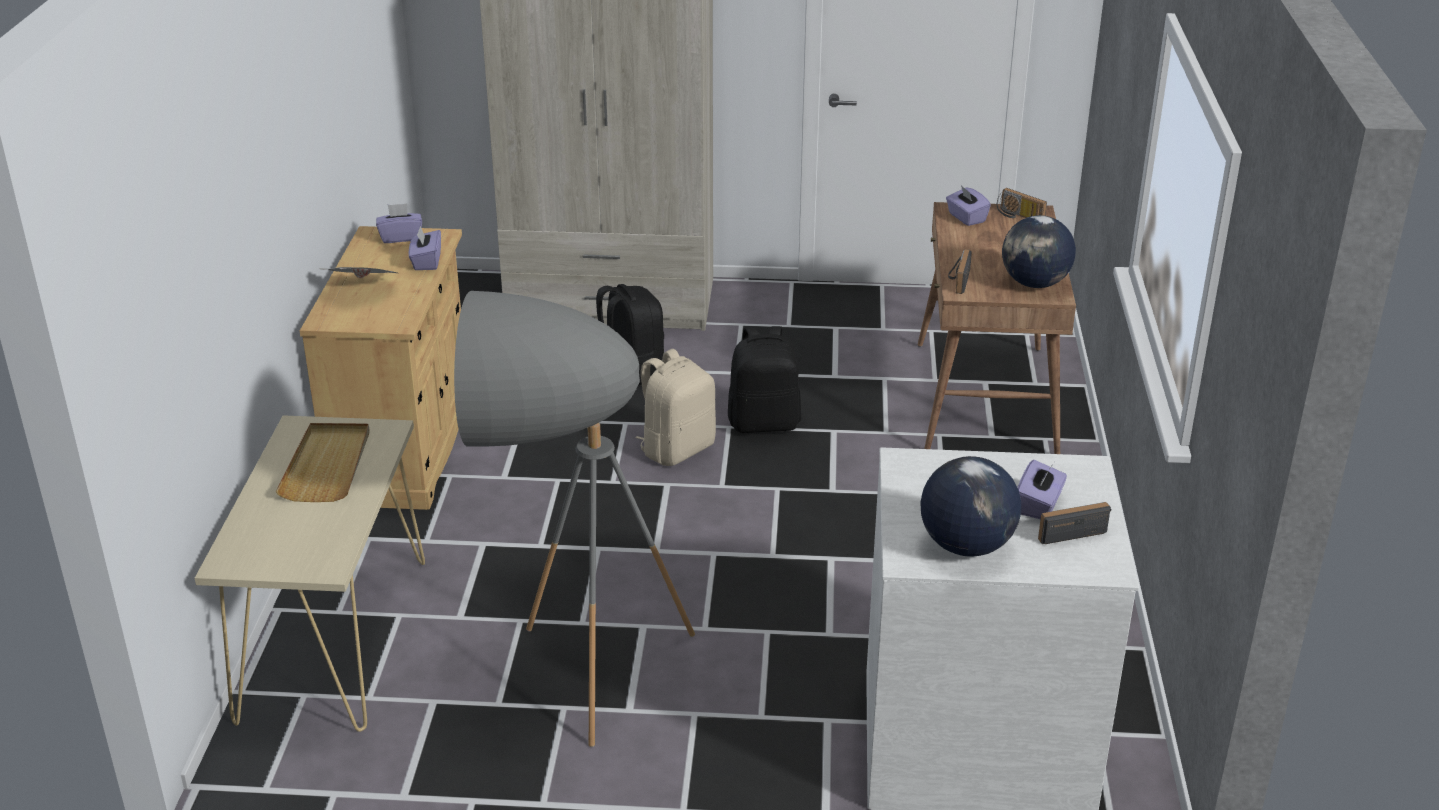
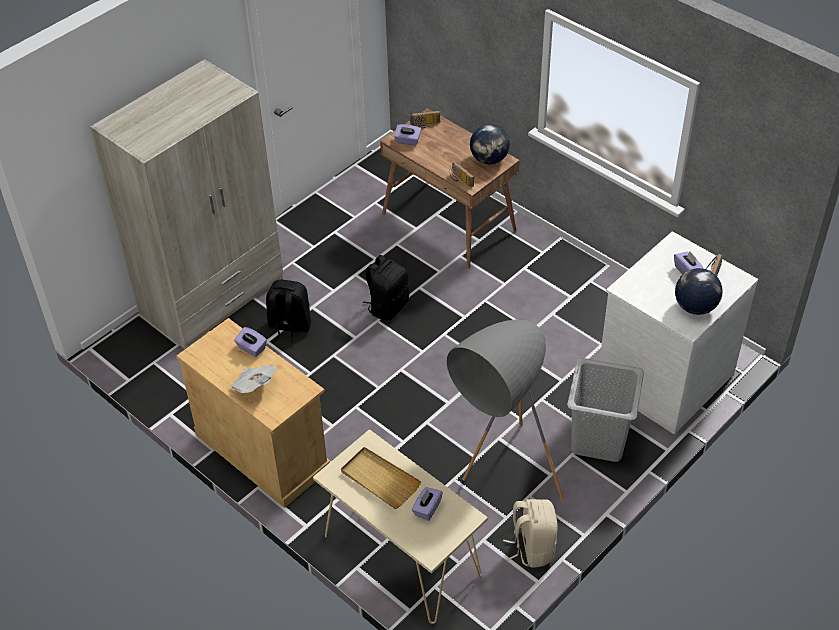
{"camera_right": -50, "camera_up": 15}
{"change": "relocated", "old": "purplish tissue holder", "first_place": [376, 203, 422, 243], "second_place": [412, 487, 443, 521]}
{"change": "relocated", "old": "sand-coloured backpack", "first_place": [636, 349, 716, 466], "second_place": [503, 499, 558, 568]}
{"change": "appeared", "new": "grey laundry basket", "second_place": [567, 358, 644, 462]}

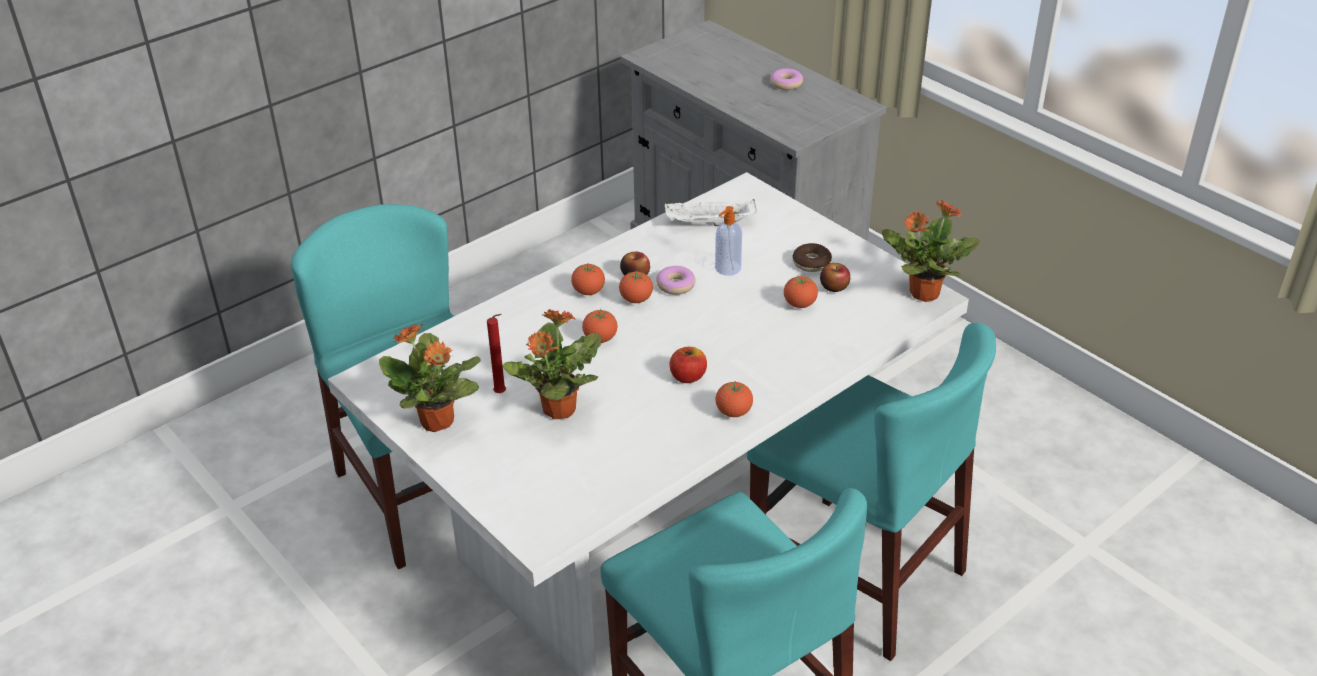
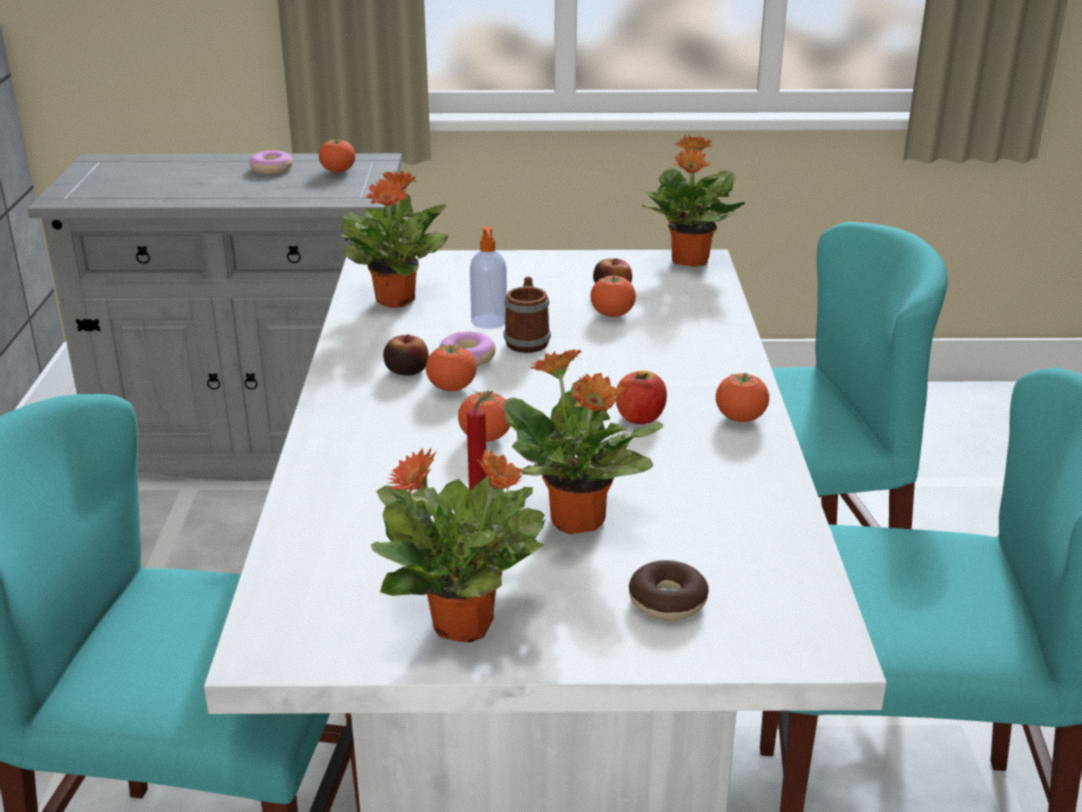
{"camera_right": -50, "camera_up": -10}
{"change": "relocated", "old": "tomato", "first_place": [571, 263, 605, 295], "second_place": [319, 137, 355, 173]}
{"change": "exchanged", "old": "white serving tray", "new": "plant in a pot", "first_place": [665, 199, 757, 226], "second_place": [340, 170, 448, 308]}
{"change": "relocated", "old": "donut", "first_place": [793, 243, 832, 272], "second_place": [629, 560, 709, 621]}
{"change": "appeared", "new": "tea mug", "second_place": [504, 276, 551, 353]}

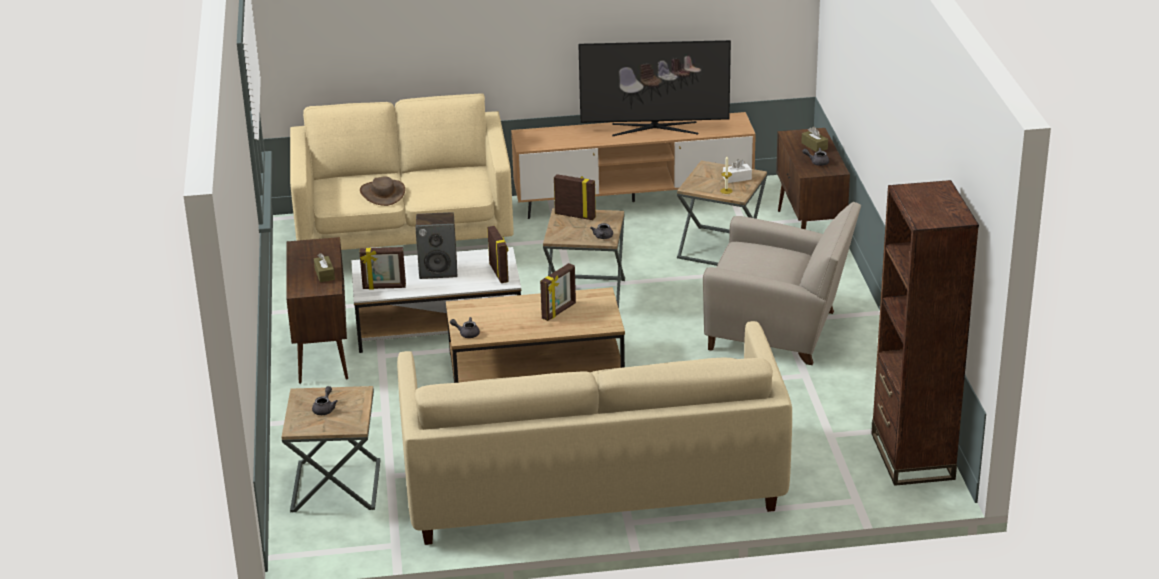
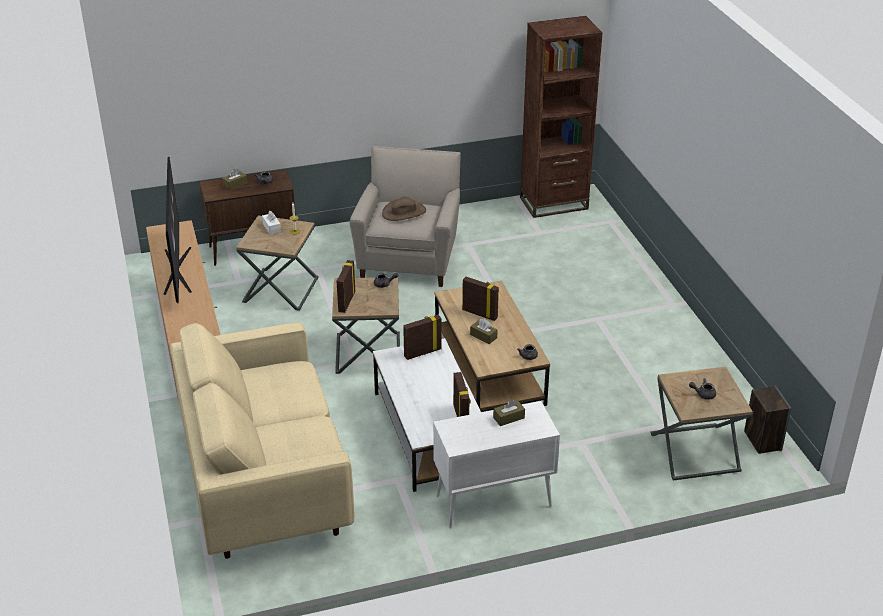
{"camera_right": -100, "camera_up": 5}
{"change": "colour", "old": "brown cupboard", "new": "white cupboard", "first_place": [286, 237, 348, 384], "second_place": [433, 401, 560, 528]}
{"change": "relocated", "old": "brown wearable hat", "first_place": [360, 176, 405, 206], "second_place": [382, 197, 426, 221]}
{"change": "missing", "old": "sand-coloured settee", "first_place": [397, 321, 792, 545]}
{"change": "relocated", "old": "speaker", "first_place": [415, 212, 457, 279], "second_place": [744, 385, 791, 454]}
{"change": "appeared", "new": "brown tissue holder", "second_place": [470, 319, 498, 344]}

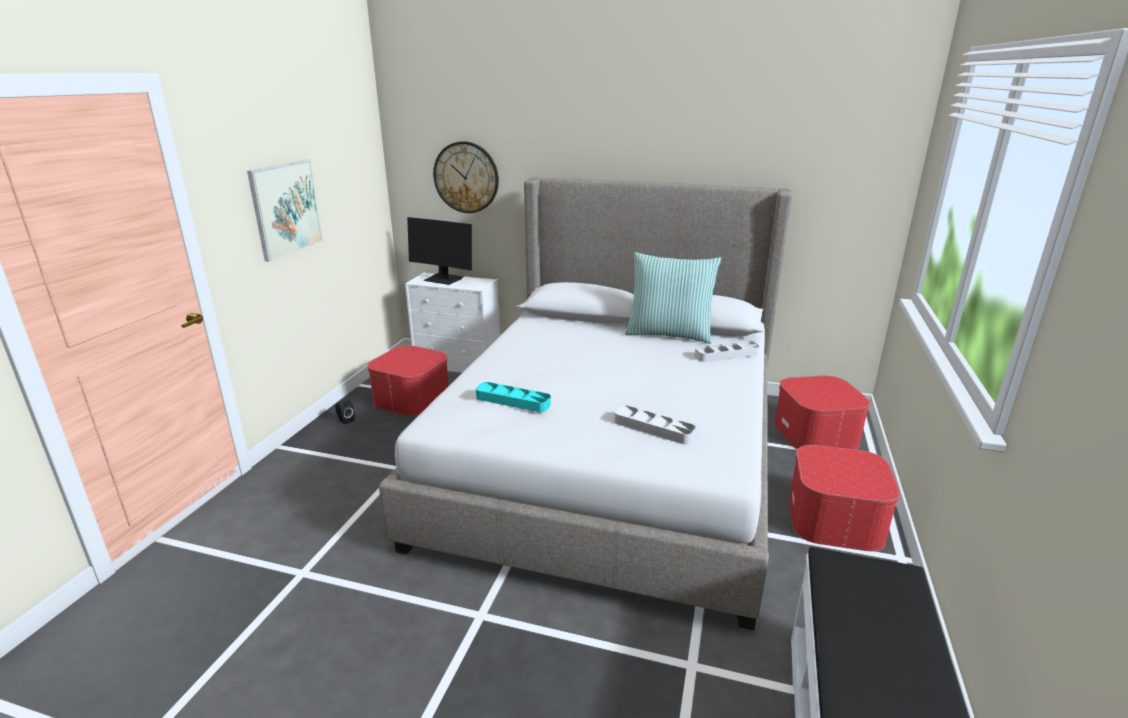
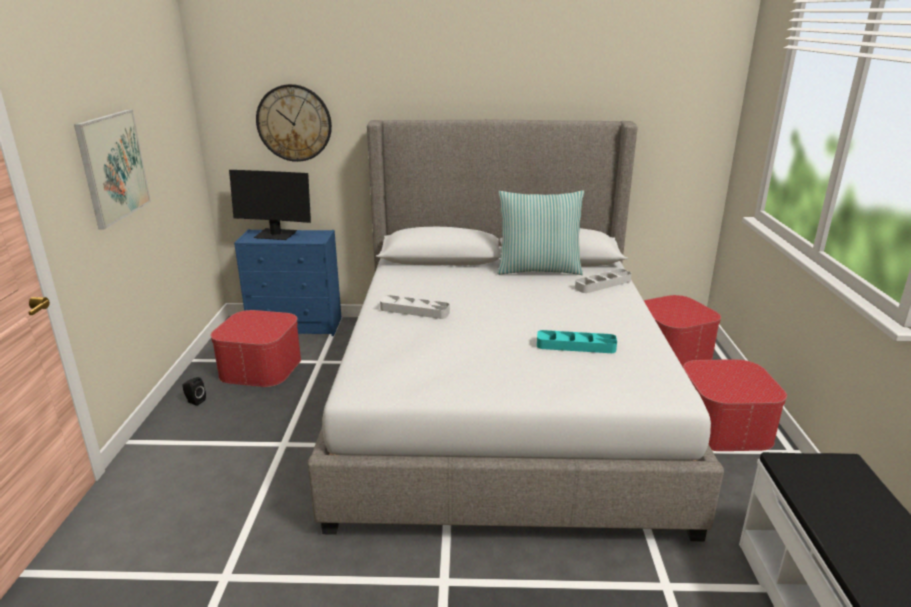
{"camera_right": -15, "camera_up": 0}
{"change": "colour", "old": "white drawer chest", "new": "bluish drawer chest", "first_place": [405, 272, 500, 373], "second_place": [234, 229, 342, 336]}
{"change": "relocated", "old": "turquoise-coloured serving tray", "first_place": [476, 382, 551, 412], "second_place": [537, 330, 617, 353]}
{"change": "relocated", "old": "grey serving tray", "first_place": [614, 405, 696, 444], "second_place": [380, 295, 450, 319]}

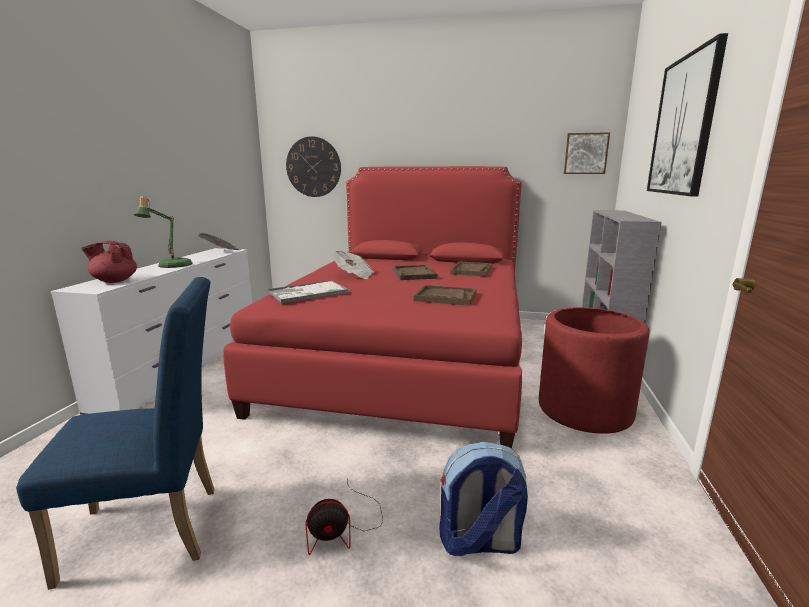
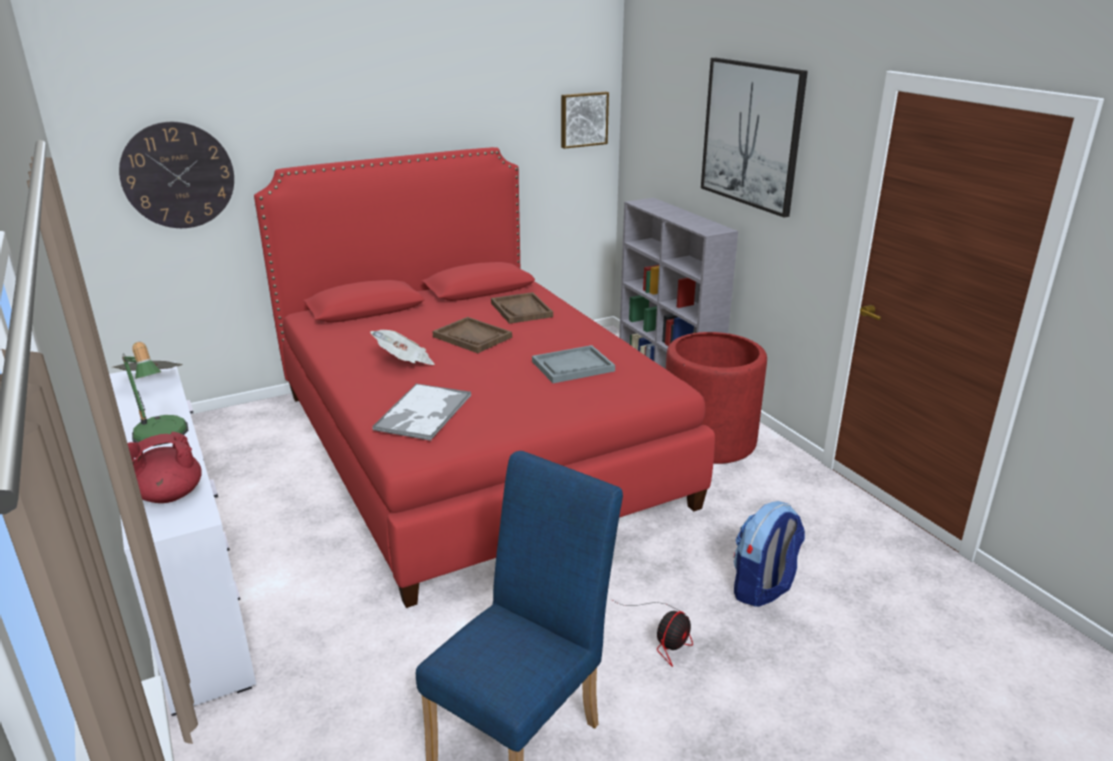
{"camera_right": -40, "camera_up": 10}
{"change": "colour", "old": "brown serving tray", "new": "grey serving tray", "first_place": [414, 285, 477, 306], "second_place": [532, 345, 615, 383]}

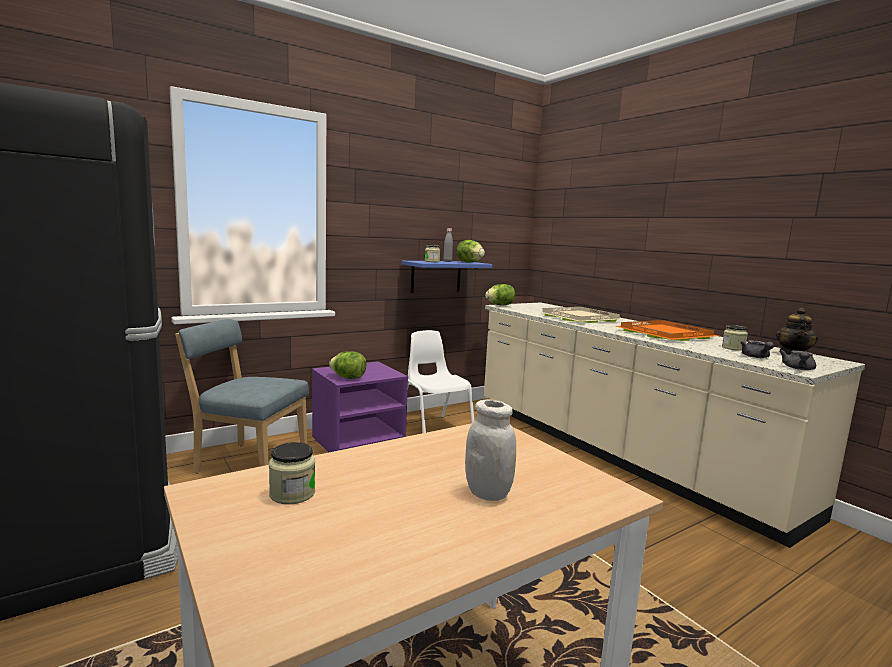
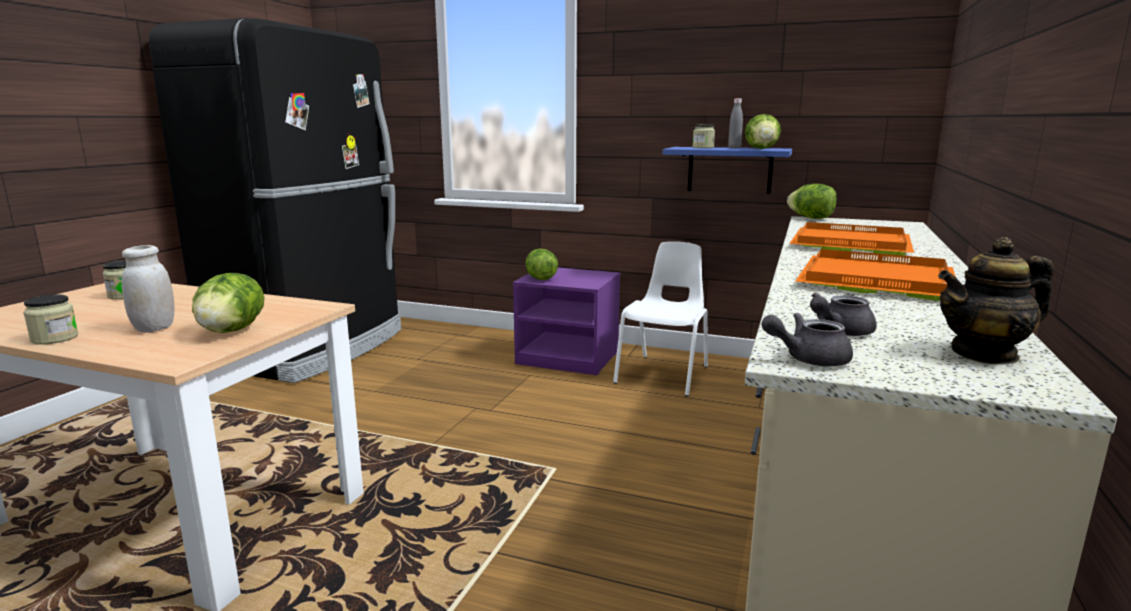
{"camera_right": 55, "camera_up": 5}
{"change": "missing", "old": "bluish plain chair", "first_place": [175, 319, 309, 473]}
{"change": "colour", "old": "sand-coloured serving tray", "new": "orange-coloured serving tray", "first_place": [541, 307, 623, 323], "second_place": [789, 222, 914, 256]}
{"change": "relocated", "old": "jar", "first_place": [722, 325, 748, 351], "second_place": [23, 294, 78, 345]}
{"change": "appeared", "new": "lettuce head", "second_place": [192, 273, 264, 333]}

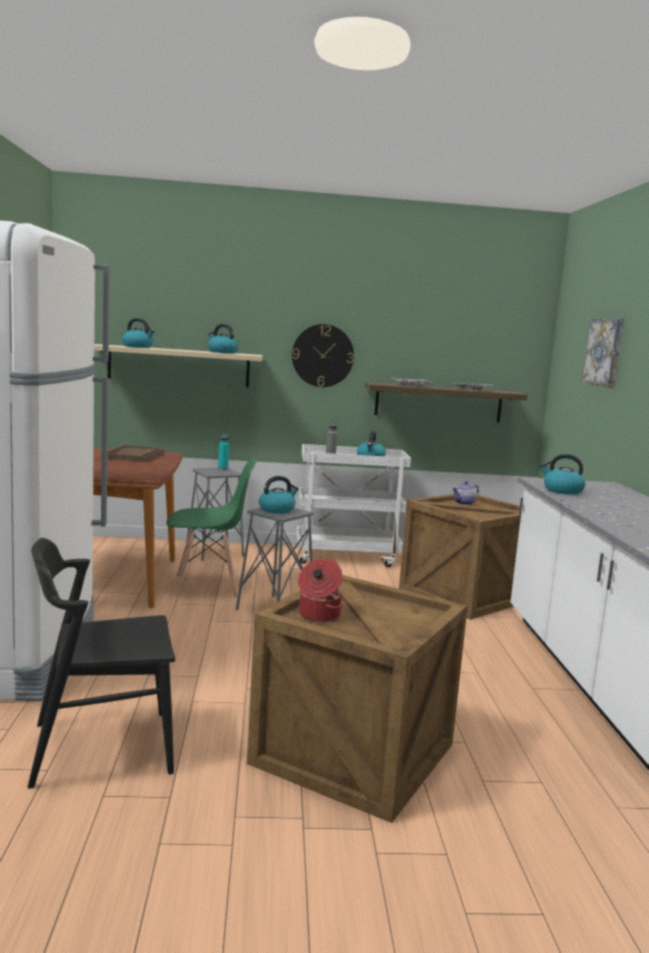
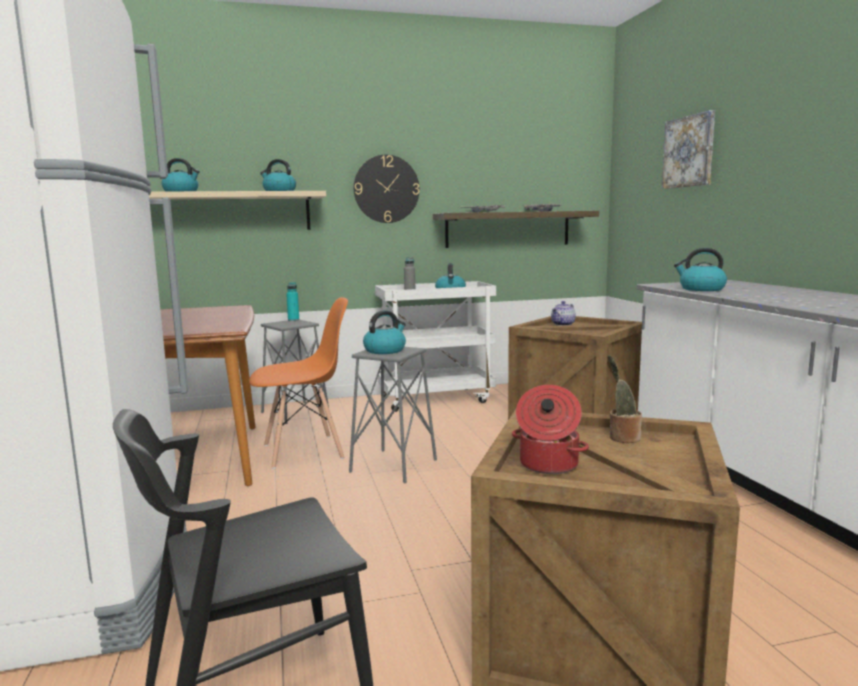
{"camera_right": -10, "camera_up": 0}
{"change": "missing", "old": "brown serving tray", "first_place": [107, 445, 164, 462]}
{"change": "colour", "old": "green-coloured plain chair", "new": "orange-coloured plain chair", "first_place": [166, 457, 257, 598], "second_place": [249, 297, 348, 469]}
{"change": "appeared", "new": "plant in a pot", "second_place": [608, 355, 642, 443]}

